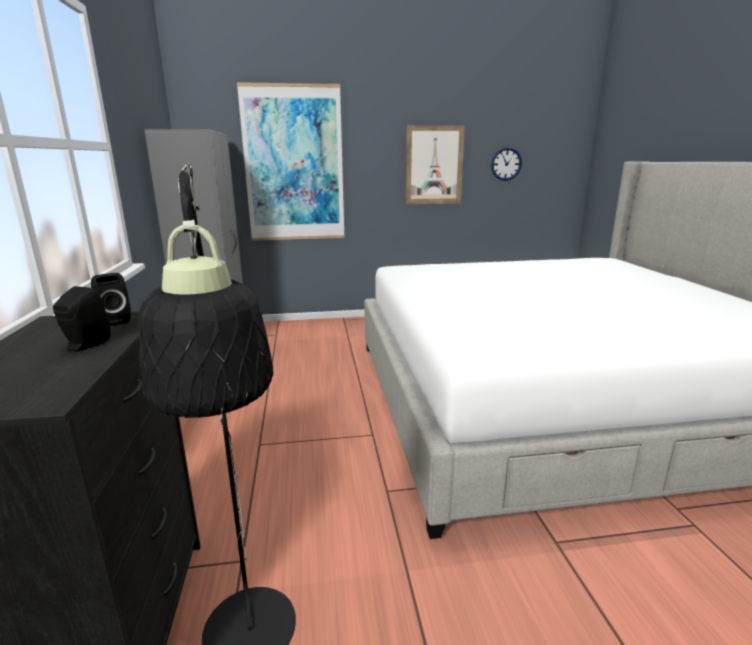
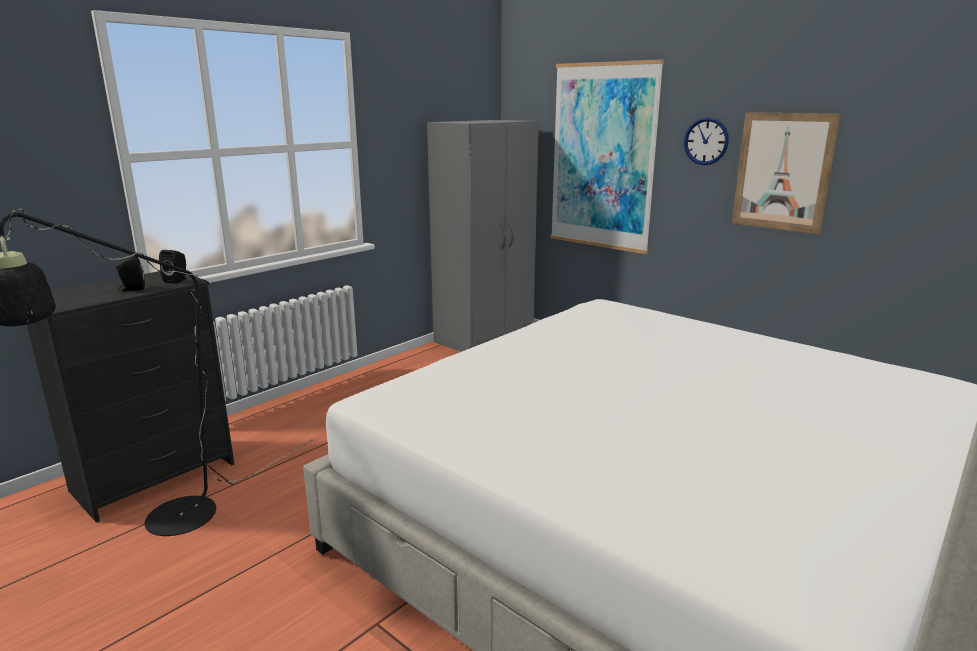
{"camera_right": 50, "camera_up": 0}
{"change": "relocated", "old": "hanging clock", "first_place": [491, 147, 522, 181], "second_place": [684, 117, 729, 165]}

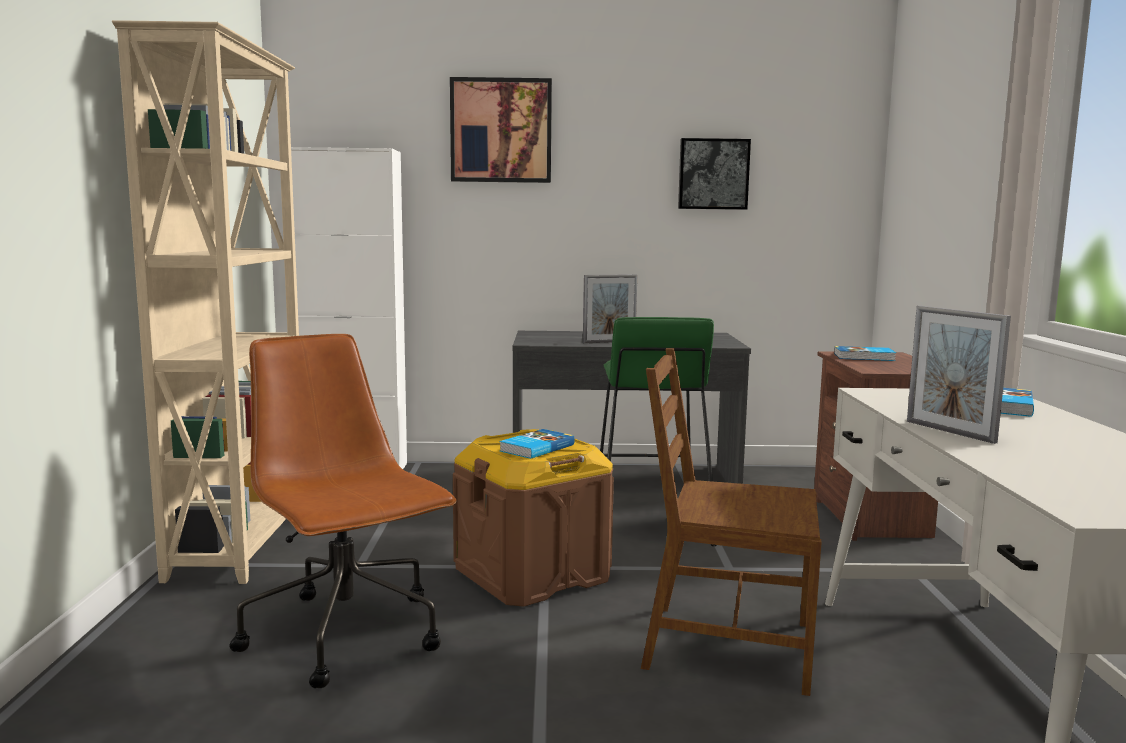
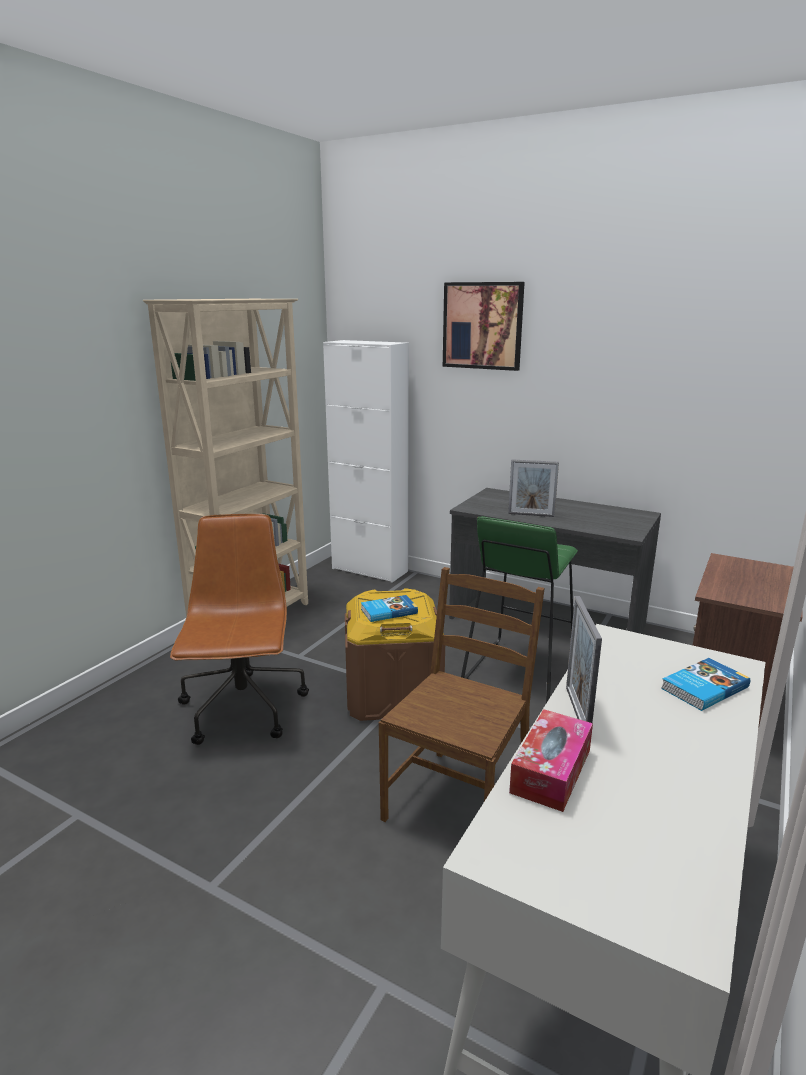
{"camera_right": 30, "camera_up": 10}
{"change": "spun", "old": "brown plain chair", "first_place": [641, 348, 822, 696], "second_place": [379, 567, 545, 822], "degrees": 75}
{"change": "missing", "old": "wall picture", "first_place": [678, 138, 751, 210]}
{"change": "missing", "old": "book", "first_place": [834, 346, 896, 361]}
{"change": "appeared", "new": "tissue holder", "second_place": [509, 709, 593, 812]}

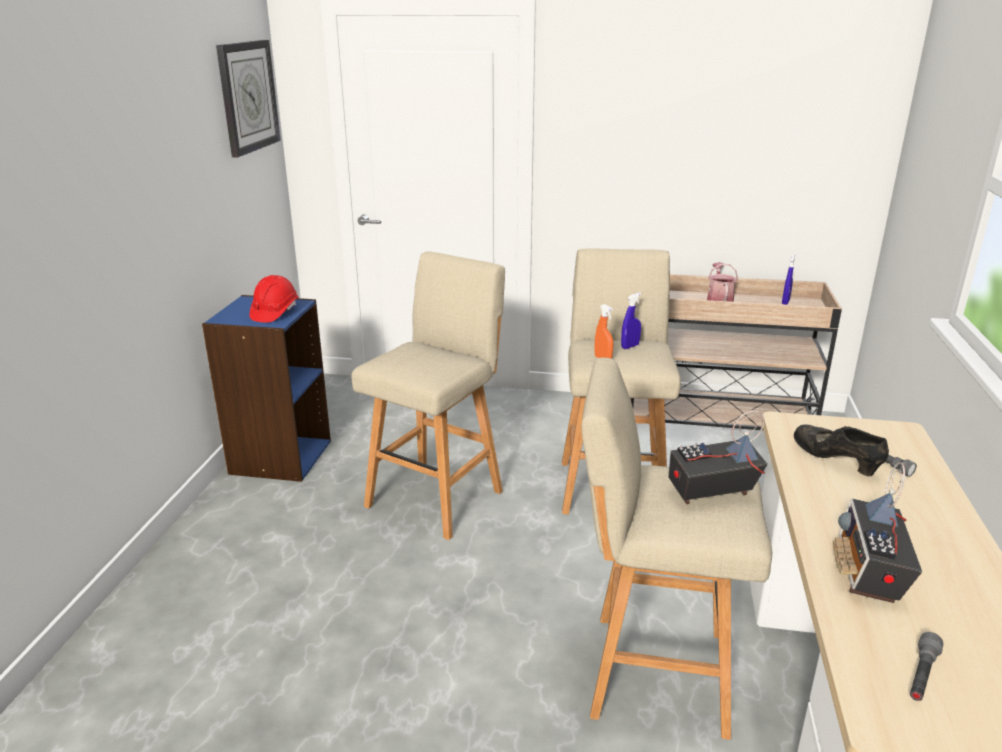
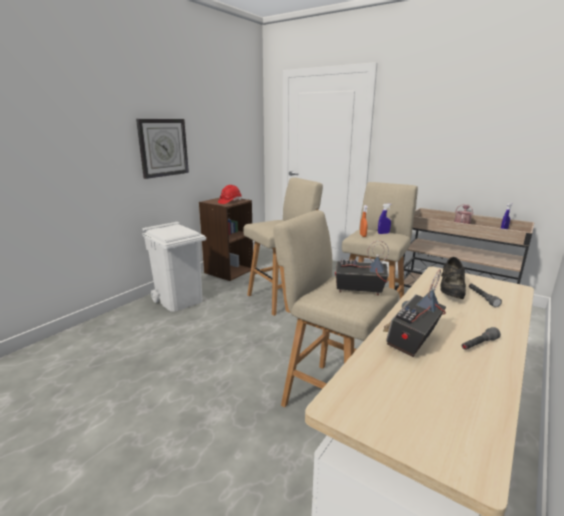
{"camera_right": 25, "camera_up": -5}
{"change": "colour", "old": "bluish shelving unit", "new": "brown shelving unit", "first_place": [202, 295, 331, 482], "second_place": [199, 197, 253, 281]}
{"change": "relocated", "old": "hanging clock", "first_place": [216, 40, 281, 157], "second_place": [136, 119, 189, 179]}
{"change": "spun", "old": "black-coloured shoe", "first_place": [794, 424, 889, 476], "second_place": [440, 257, 466, 299], "degrees": -150}
{"change": "relocated", "old": "grey torch", "first_place": [910, 632, 943, 701], "second_place": [462, 327, 501, 350]}
{"change": "appeared", "new": "white rubbish bin", "second_place": [142, 222, 206, 312]}

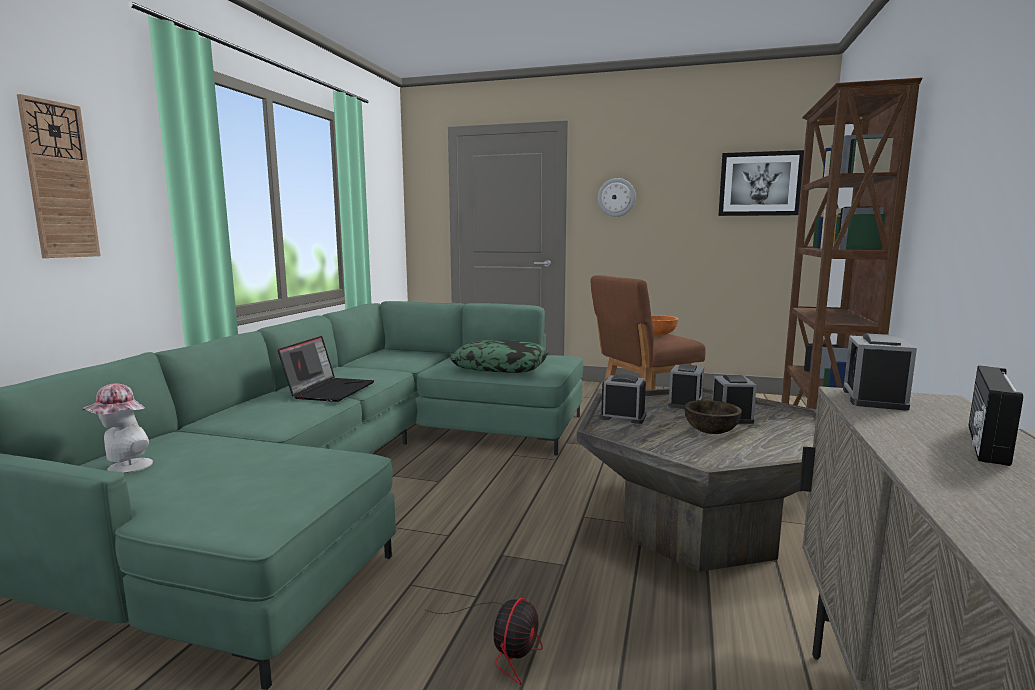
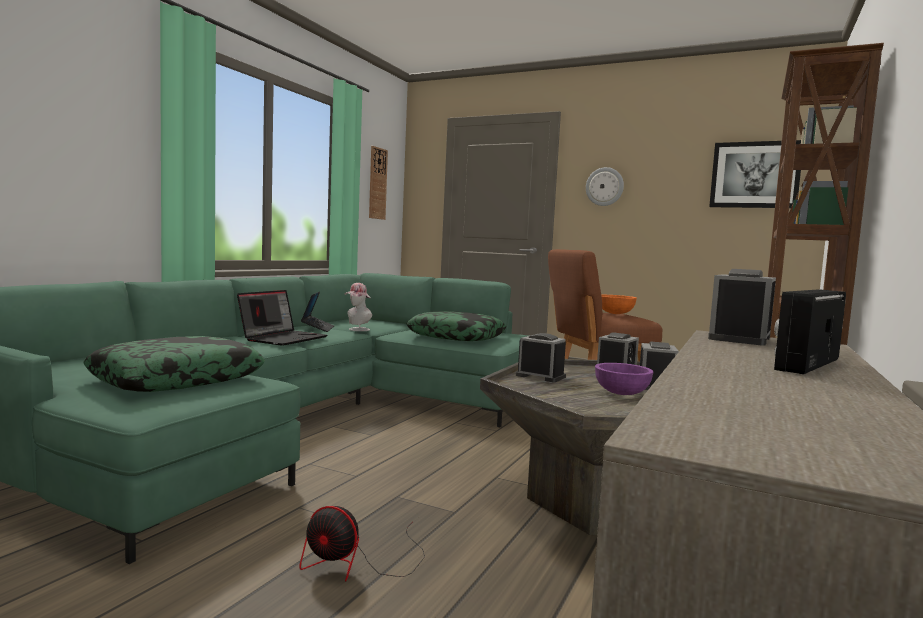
{"camera_right": 10, "camera_up": -5}
{"change": "relocated", "old": "hanging clock", "first_place": [17, 94, 101, 258], "second_place": [369, 146, 388, 220]}
{"change": "relocated", "old": "wearable hat", "first_place": [82, 383, 153, 474], "second_place": [344, 283, 372, 331]}
{"change": "spun", "old": "fan", "first_place": [424, 598, 542, 685], "second_place": [299, 506, 425, 582], "degrees": 75}
{"change": "colour", "old": "brown serving bowl", "new": "purplish serving bowl", "first_place": [684, 400, 742, 434], "second_place": [595, 363, 653, 395]}
{"change": "appeared", "new": "cushion", "second_place": [83, 336, 265, 392]}
{"change": "appeared", "new": "notebook computer", "second_place": [301, 292, 334, 332]}

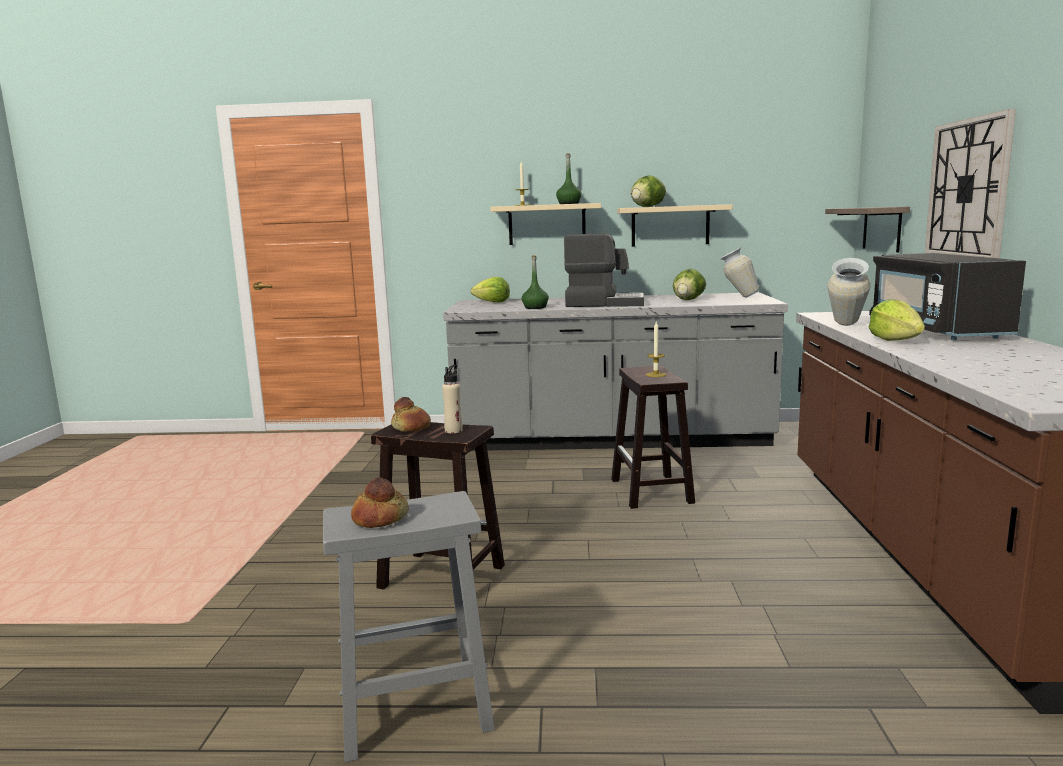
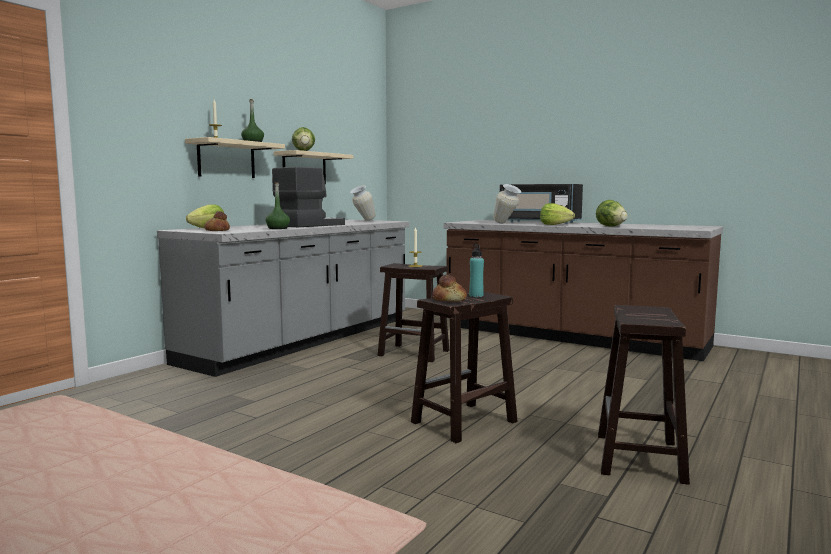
{"camera_right": -60, "camera_up": -5}
{"change": "colour", "old": "grey stool seat", "new": "brown stool seat", "first_place": [323, 491, 495, 762], "second_place": [598, 305, 690, 485]}
{"change": "relocated", "old": "bread", "first_place": [351, 477, 409, 528], "second_place": [204, 211, 230, 231]}
{"change": "colour", "old": "sand-coloured beverage bottle", "new": "turquoise-coloured beverage bottle", "first_place": [442, 365, 463, 433], "second_place": [469, 244, 484, 297]}
{"change": "relocated", "old": "lettuce head", "first_place": [673, 268, 706, 300], "second_place": [596, 200, 628, 227]}
{"change": "missing", "old": "bracket shelf", "first_place": [825, 207, 910, 252]}
{"change": "missing", "old": "hanging clock", "first_place": [924, 109, 1016, 258]}

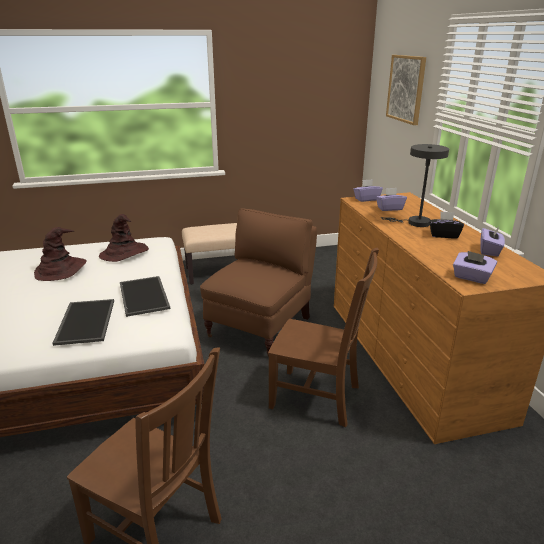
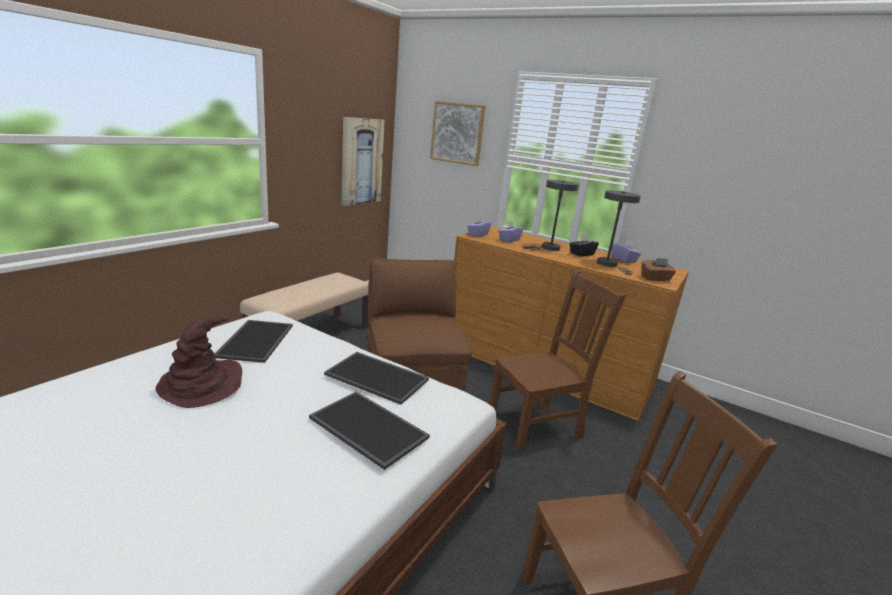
{"camera_right": -45, "camera_up": -5}
{"change": "exchanged", "old": "brown wearable hat", "new": "serving tray", "first_place": [99, 214, 149, 262], "second_place": [214, 320, 293, 363]}
{"change": "colour", "old": "purplish tissue holder", "new": "brown tissue holder", "first_place": [453, 251, 497, 284], "second_place": [641, 258, 676, 281]}
{"change": "appeared", "new": "wall picture", "second_place": [342, 117, 385, 206]}
{"change": "appeared", "new": "grey tabletop lamp", "second_place": [597, 190, 641, 275]}

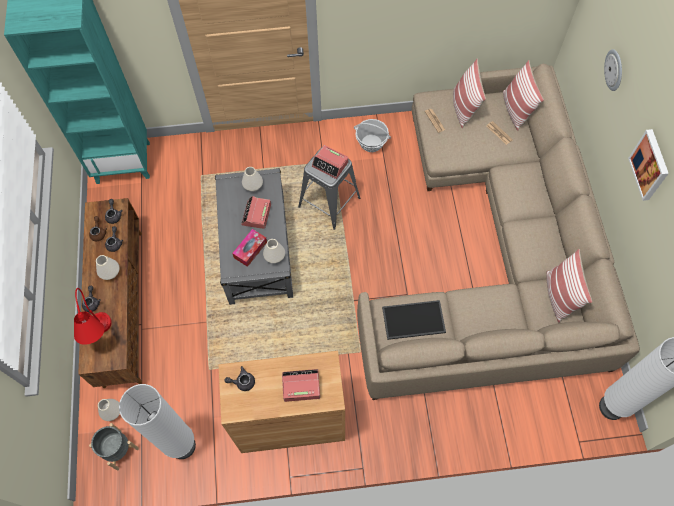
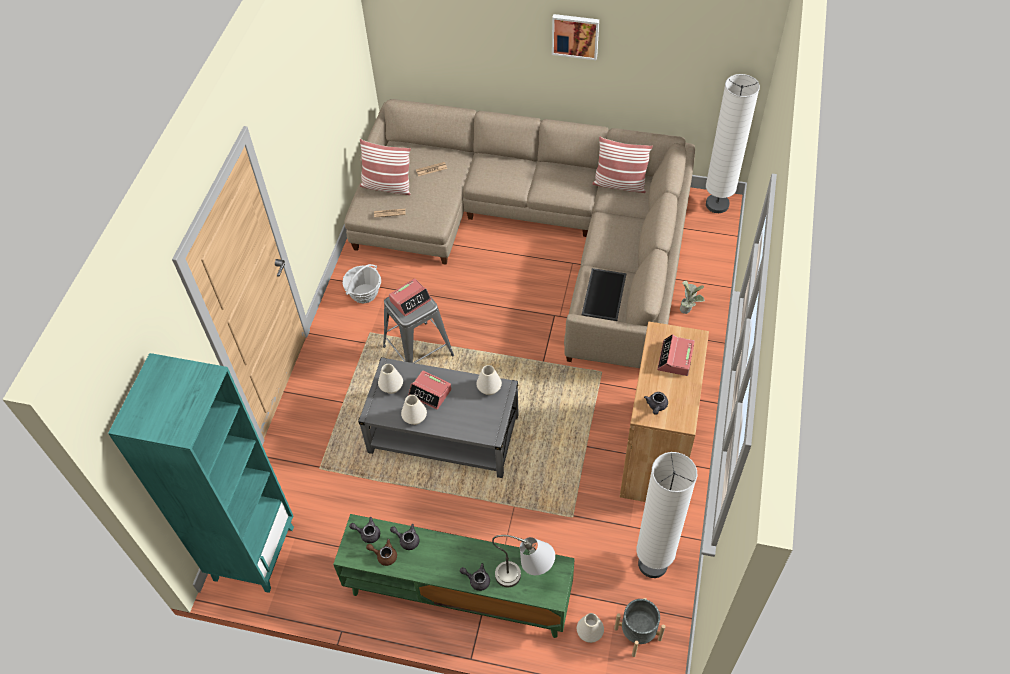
{"camera_right": -70, "camera_up": -10}
{"change": "colour", "old": "red tabletop lamp", "new": "grey tabletop lamp", "first_place": [74, 288, 112, 345], "second_place": [492, 535, 555, 587]}
{"change": "colour", "old": "brown media console", "new": "green-coloured media console", "first_place": [78, 198, 142, 388], "second_place": [333, 514, 575, 638]}
{"change": "relocated", "old": "white decorative vase", "first_place": [96, 255, 120, 280], "second_place": [401, 395, 427, 425]}
{"change": "missing", "old": "tissue holder", "first_place": [232, 229, 267, 267]}
{"change": "missing", "old": "cushion", "first_place": [503, 60, 544, 131]}
{"change": "missing", "old": "hanging clock", "first_place": [604, 49, 622, 91]}
{"change": "appeared", "new": "plant in a pot", "second_place": [680, 281, 705, 314]}

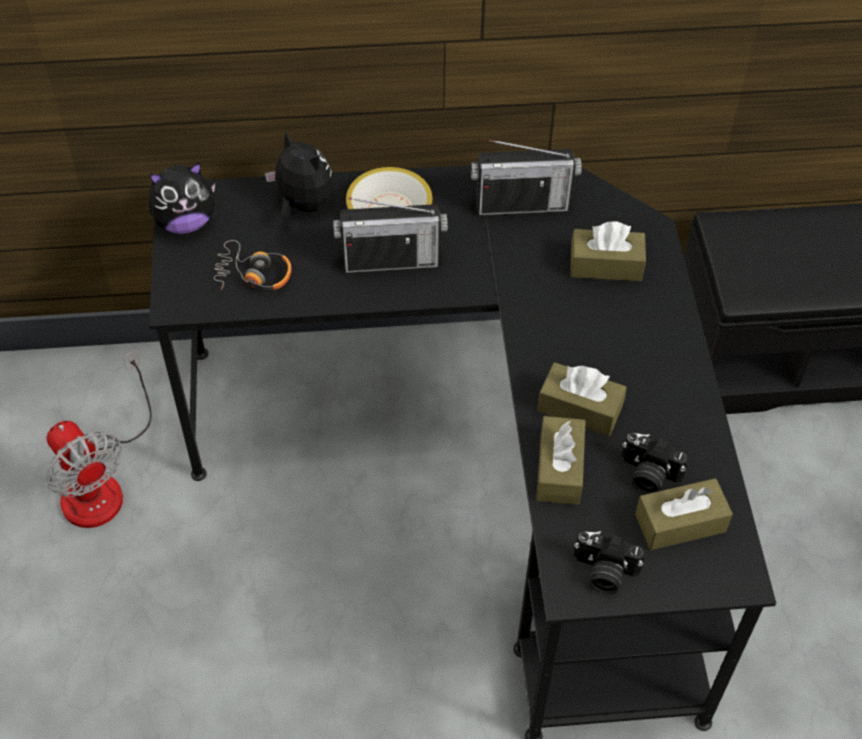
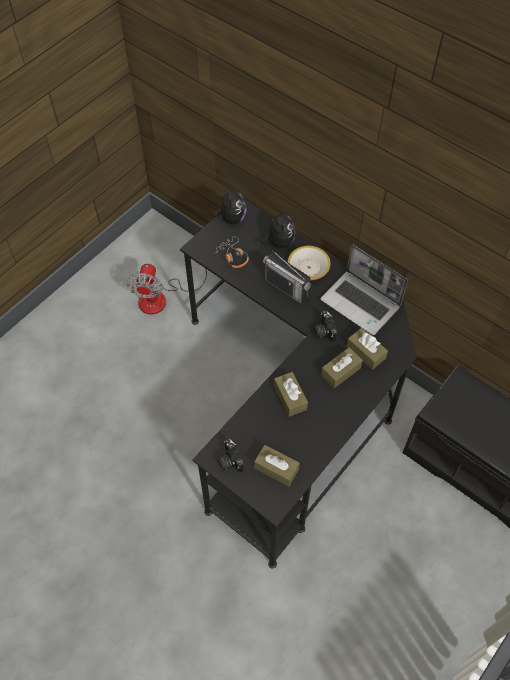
{"camera_right": 45, "camera_up": 5}
{"change": "spun", "old": "cuddly toy", "first_place": [149, 162, 215, 234], "second_place": [211, 185, 247, 225], "degrees": -105}
{"change": "exchanged", "old": "radio", "new": "notebook computer", "first_place": [471, 140, 582, 216], "second_place": [320, 244, 408, 335]}
{"change": "relocated", "old": "brown tissue holder", "first_place": [536, 416, 586, 505], "second_place": [321, 347, 363, 388]}
{"change": "relocated", "old": "photo camera", "first_place": [621, 433, 689, 494], "second_place": [313, 310, 337, 343]}

